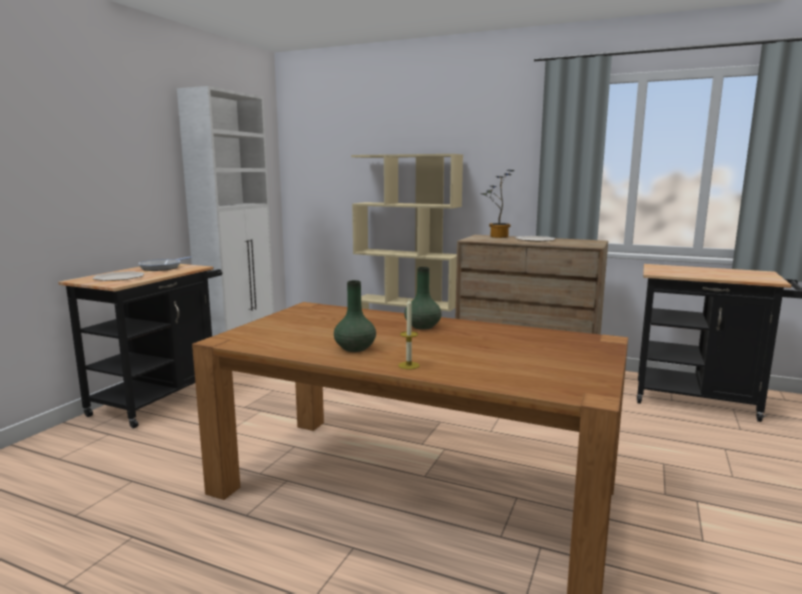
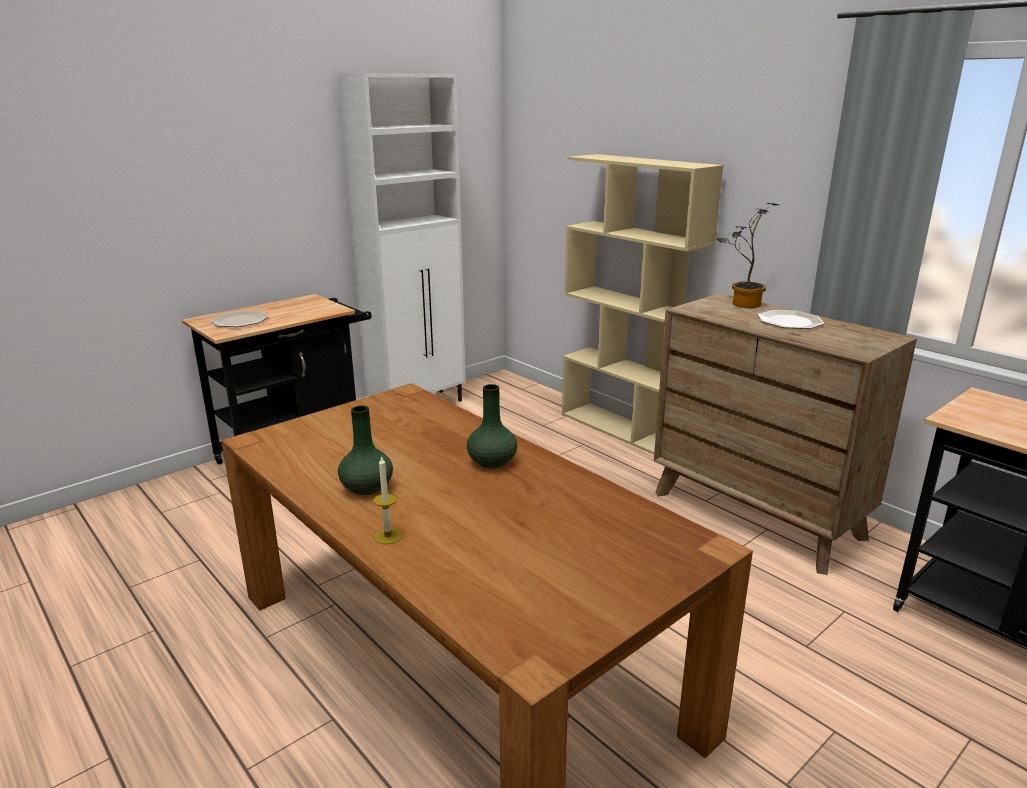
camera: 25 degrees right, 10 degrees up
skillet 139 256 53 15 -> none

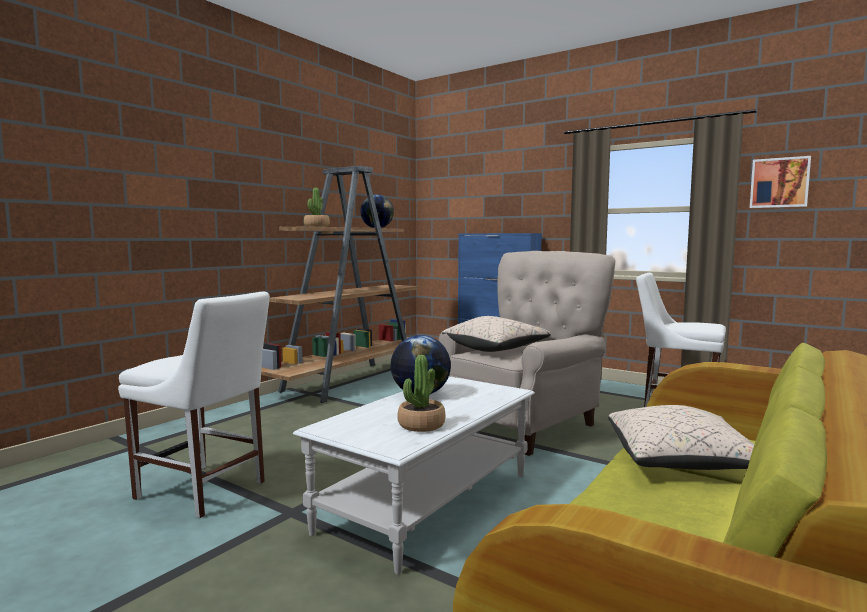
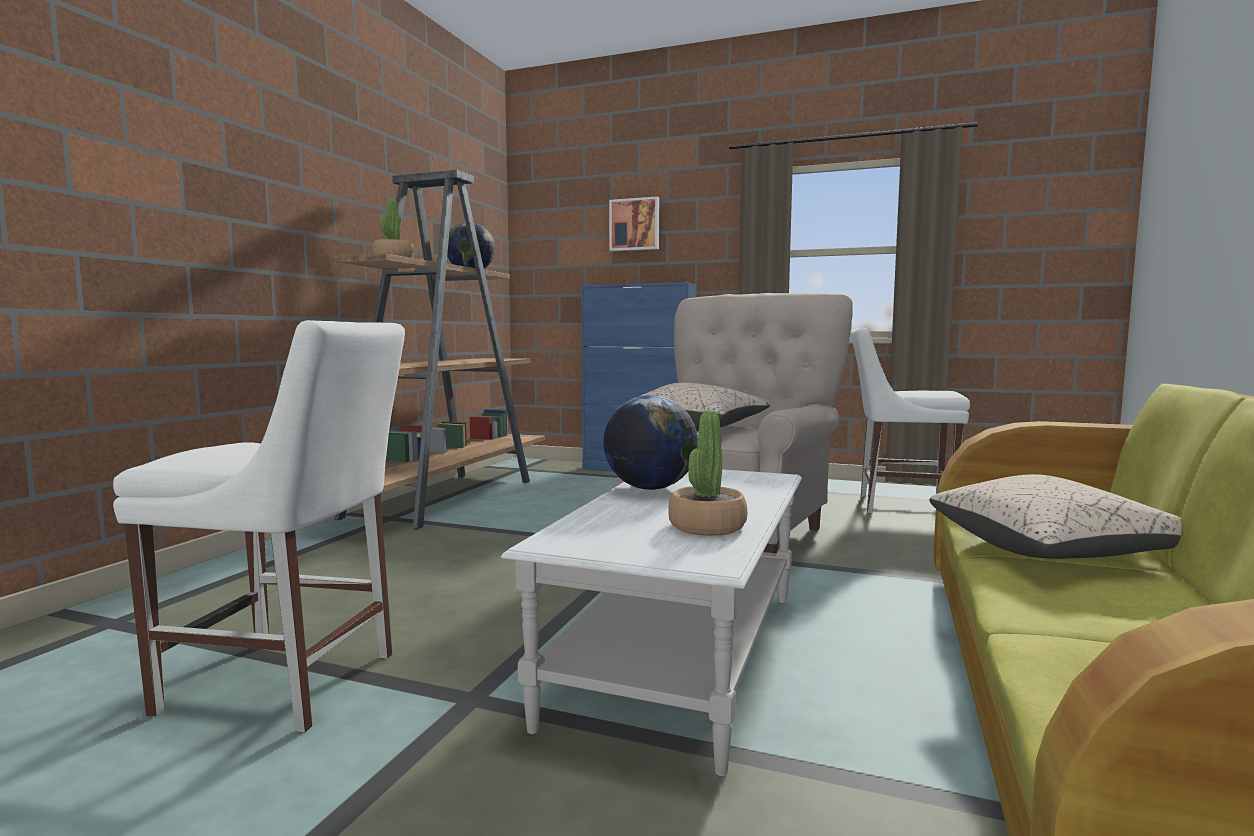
camera: 15 degrees left, 0 degrees up
wall_art 750 156 61 52 -> wall_art 609 196 50 55, shifted

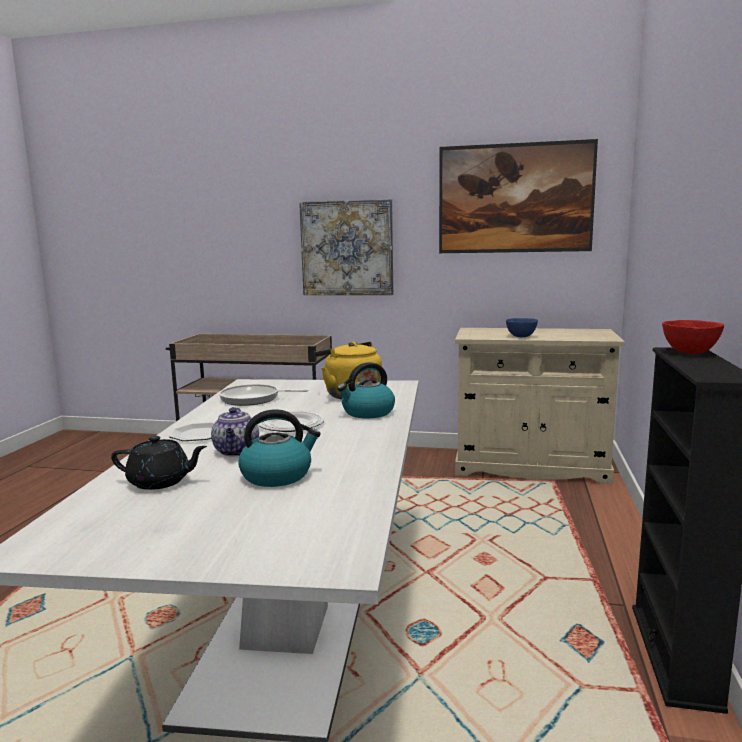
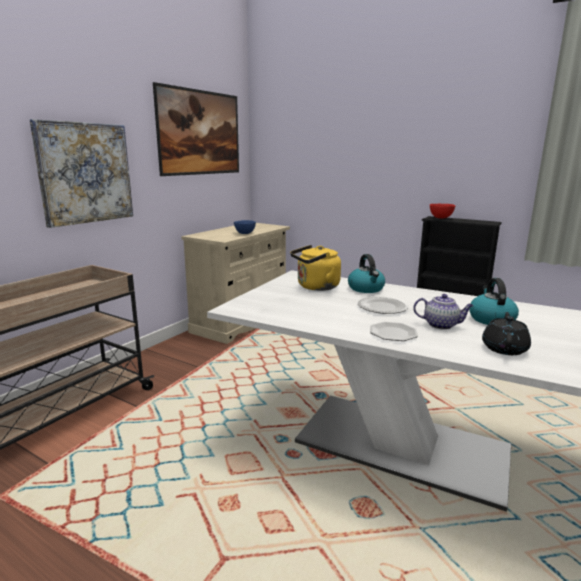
camera: 70 degrees left, 5 degrees up
skillet 219 384 89 22 -> none

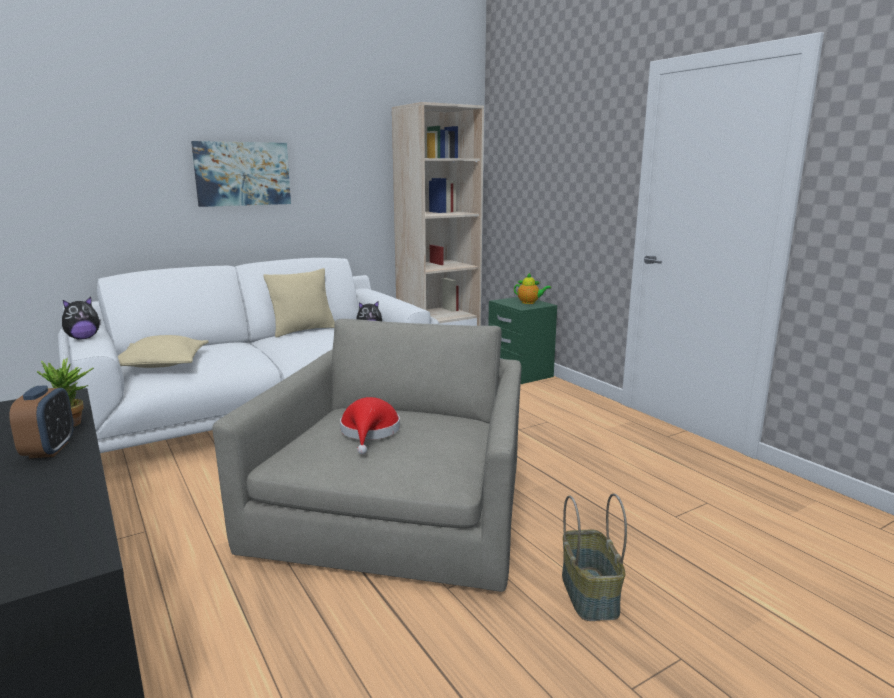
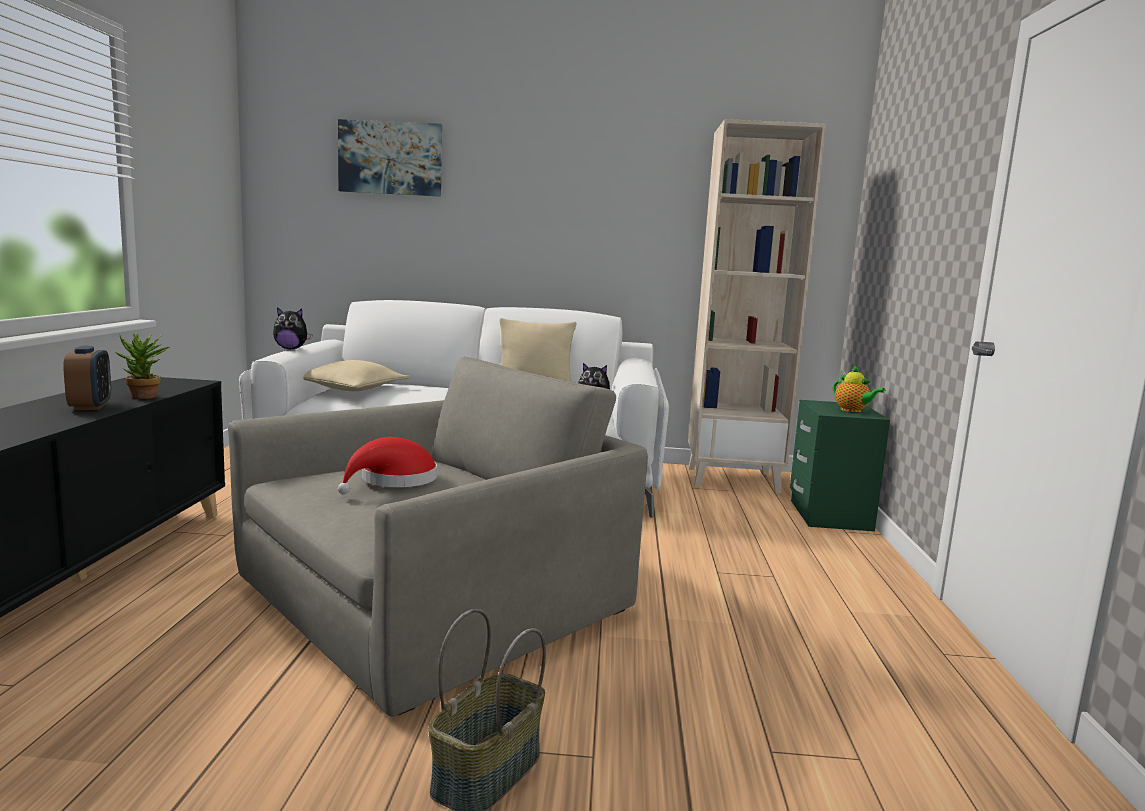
camera: 35 degrees right, 5 degrees down
alarm_clock 9 385 65 73 -> alarm_clock 63 346 48 64, 45 degrees counterclockwise
wall_art 191 141 100 66 -> wall_art 338 119 104 78, shifted

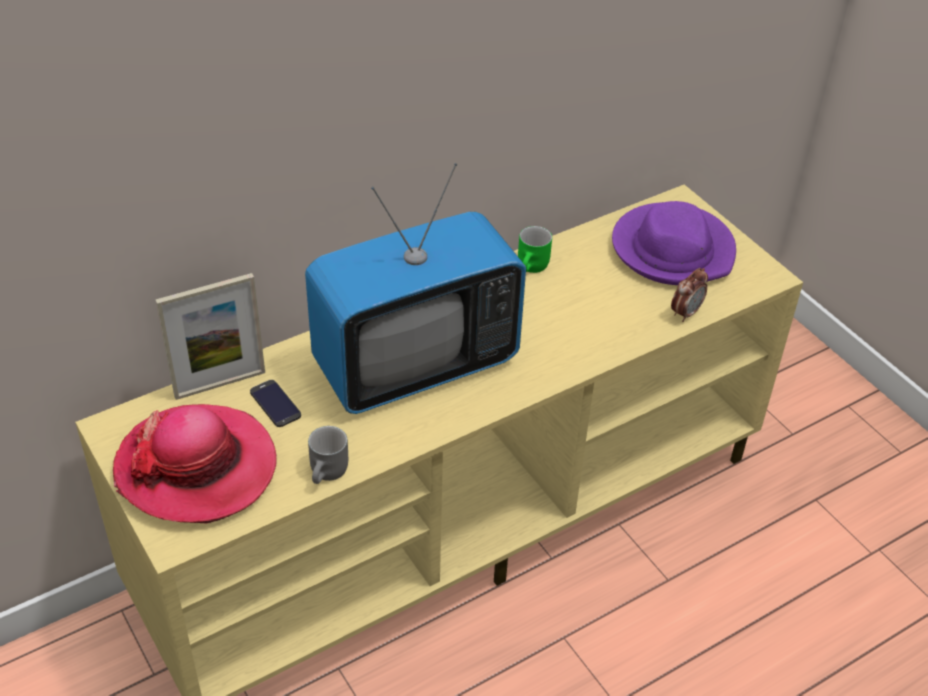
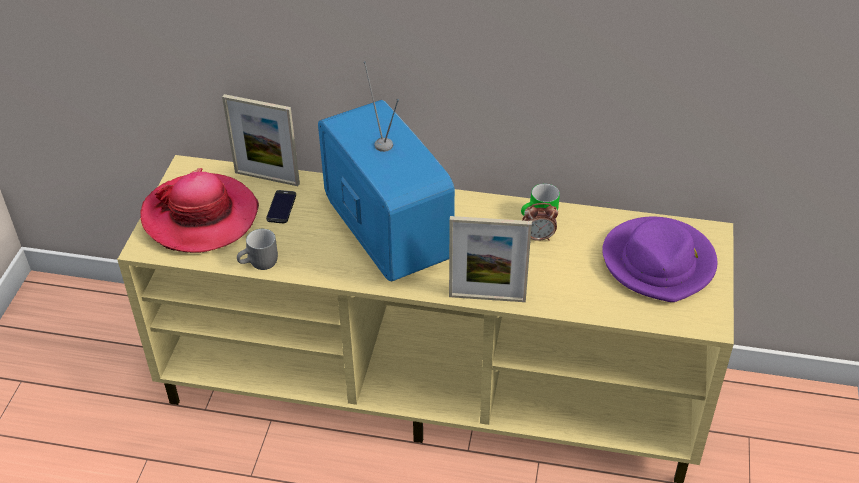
camera: 45 degrees right, 0 degrees up
TV 305 163 221 251 -> TV 318 62 137 219, 135 degrees counterclockwise
alarm_clock 671 268 37 54 -> alarm_clock 522 203 36 38, shifted
none -> picture_frame 449 216 83 86

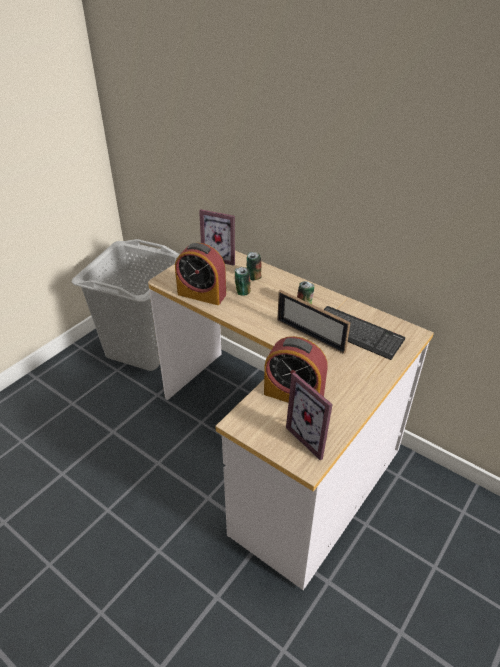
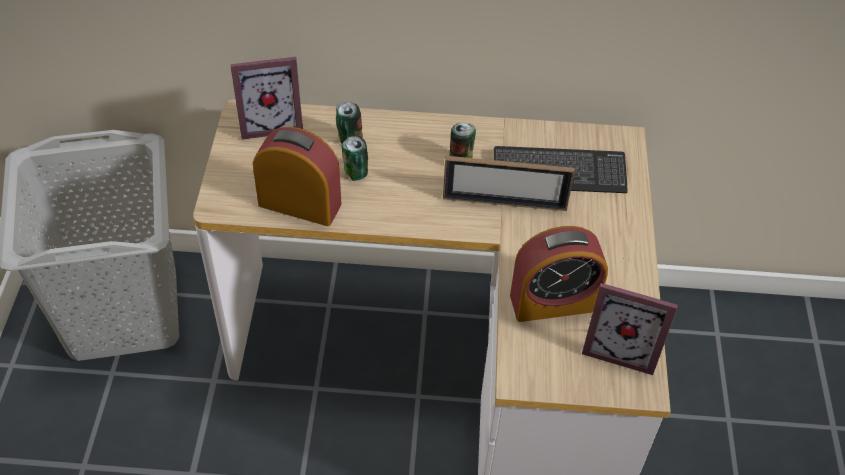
camera: 35 degrees left, 10 degrees up
alarm_clock 175 243 51 62 -> alarm_clock 253 127 88 99, 150 degrees counterclockwise

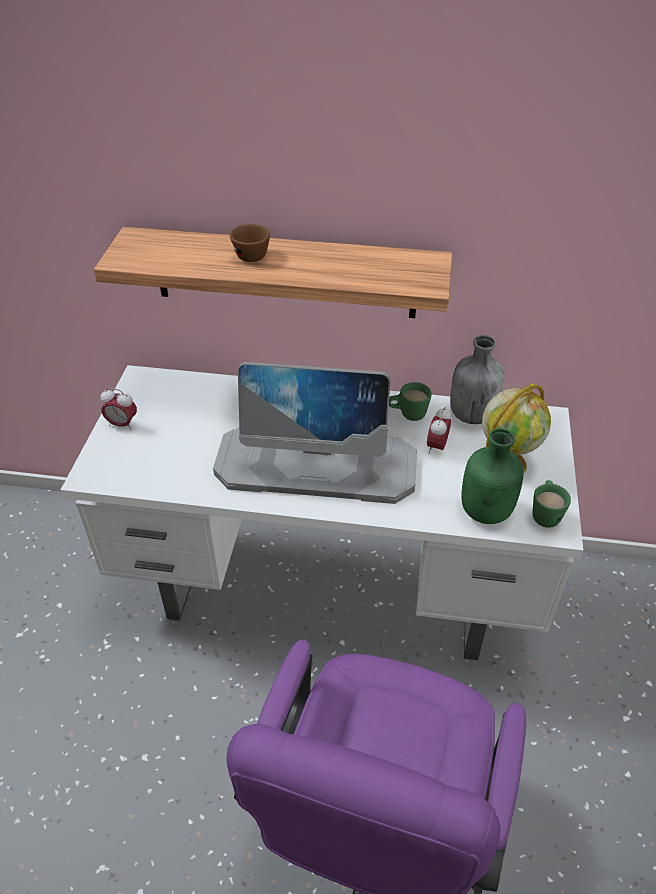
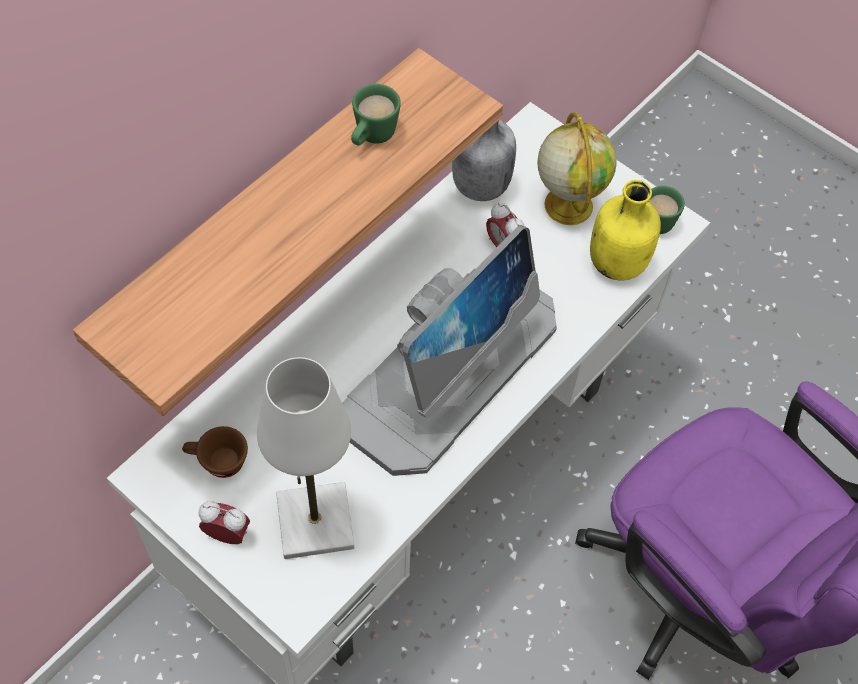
camera: 60 degrees left, 15 degrees up
alarm_clock 100 388 37 42 -> alarm_clock 199 501 51 43, 120 degrees counterclockwise
brownish_drinking_cup 230 224 40 38 -> brownish_drinking_cup 182 426 66 52, shifted
greenish_tea_mug 389 382 43 39 -> greenish_tea_mug 351 84 50 62, shifted
greenish_beverage_bottle 461 428 63 96 -> yellow_beverage_bottle 590 180 71 100
none -> white_lamp_for_a_table 257 357 97 202

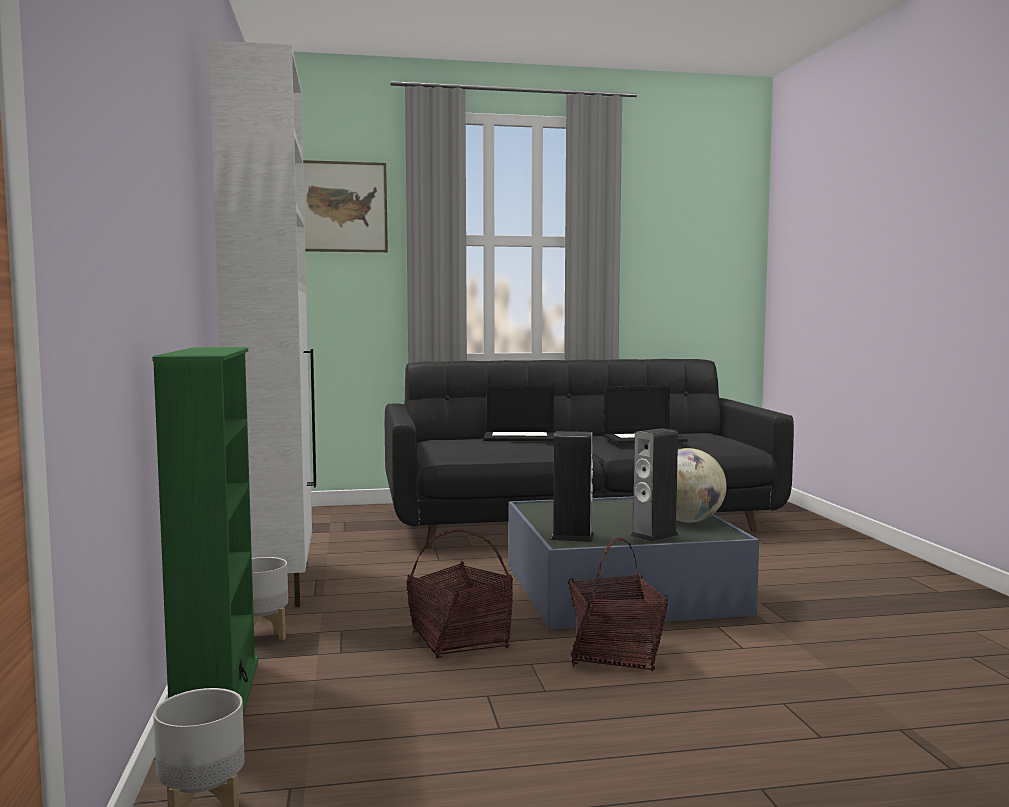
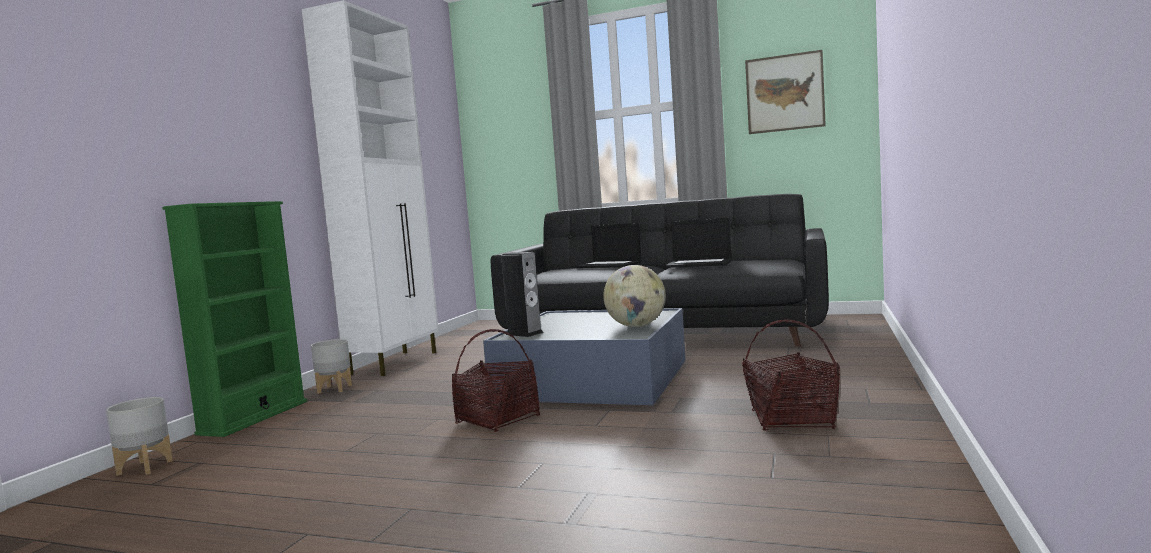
camera: 30 degrees right, 0 degrees up
wall_art 303 160 85 92 -> wall_art 745 50 81 84, shifted
household_basket 407 529 106 129 -> household_basket 742 319 98 112, shifted
loudspeaker 630 428 49 114 -> none

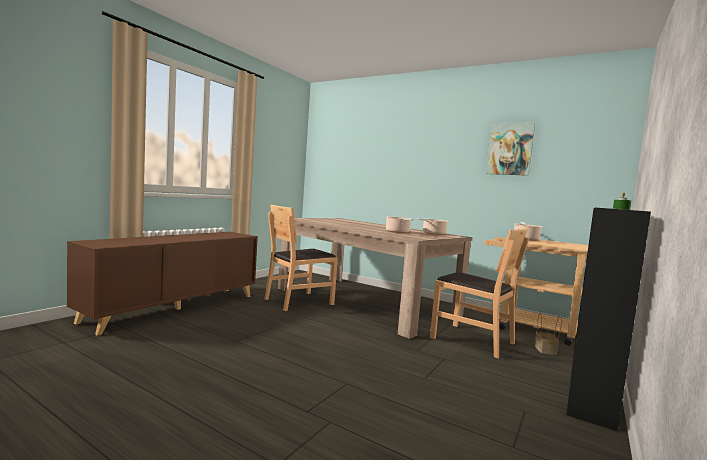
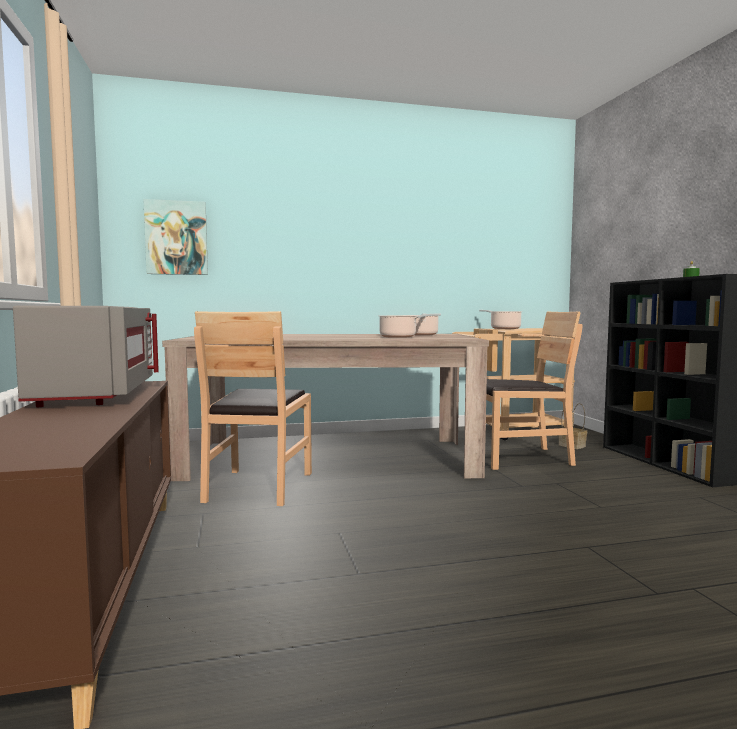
camera: 45 degrees left, 0 degrees up
wall_art 486 122 49 54 -> wall_art 143 199 65 76, shifted
none -> greyish_kitchen_microwave 13 306 146 101

